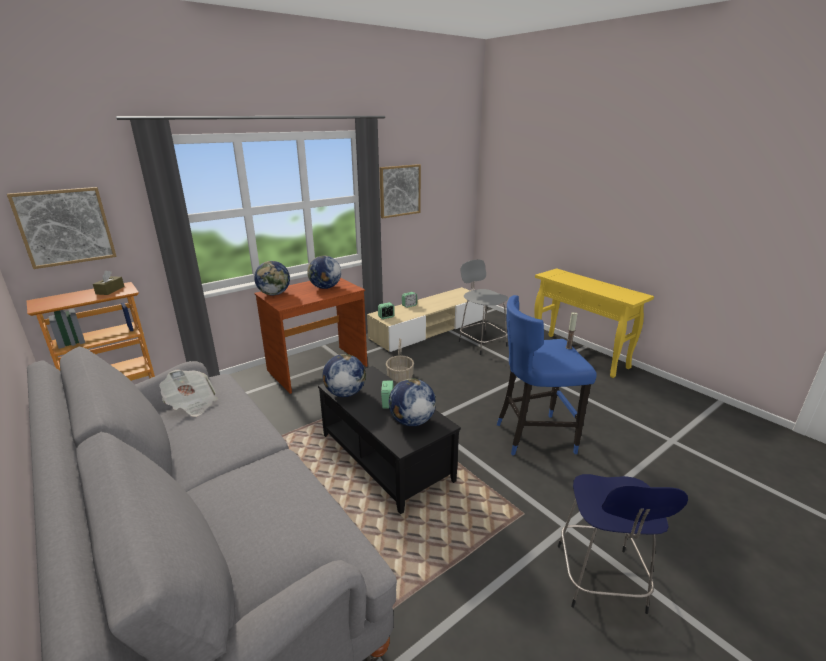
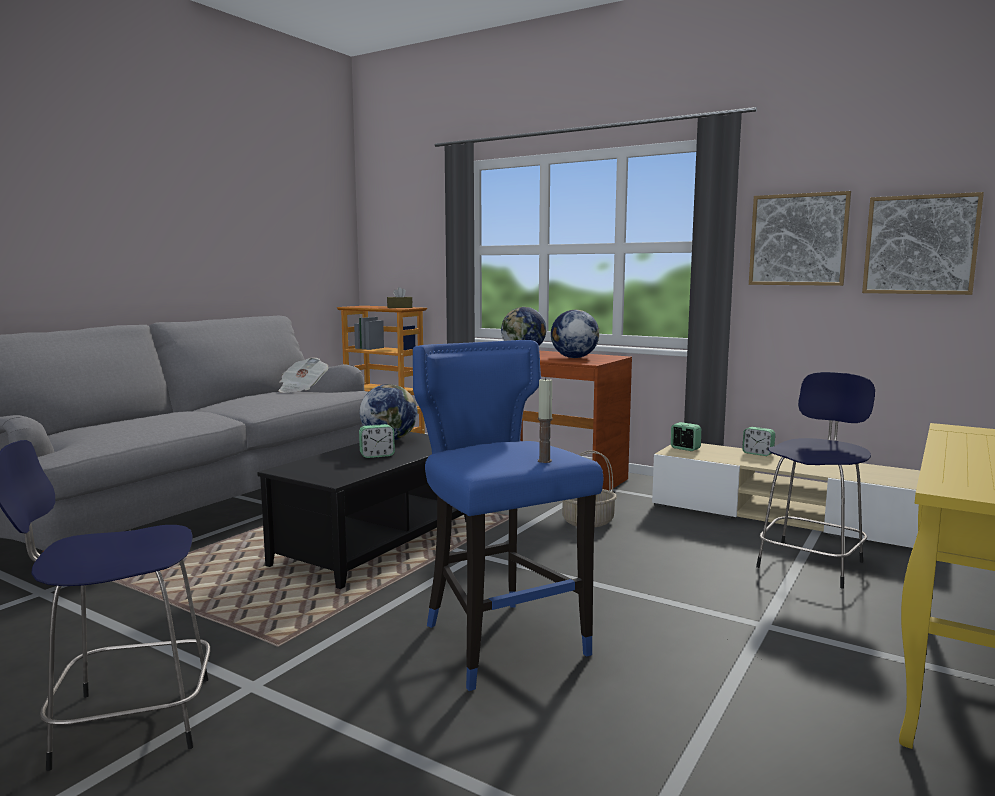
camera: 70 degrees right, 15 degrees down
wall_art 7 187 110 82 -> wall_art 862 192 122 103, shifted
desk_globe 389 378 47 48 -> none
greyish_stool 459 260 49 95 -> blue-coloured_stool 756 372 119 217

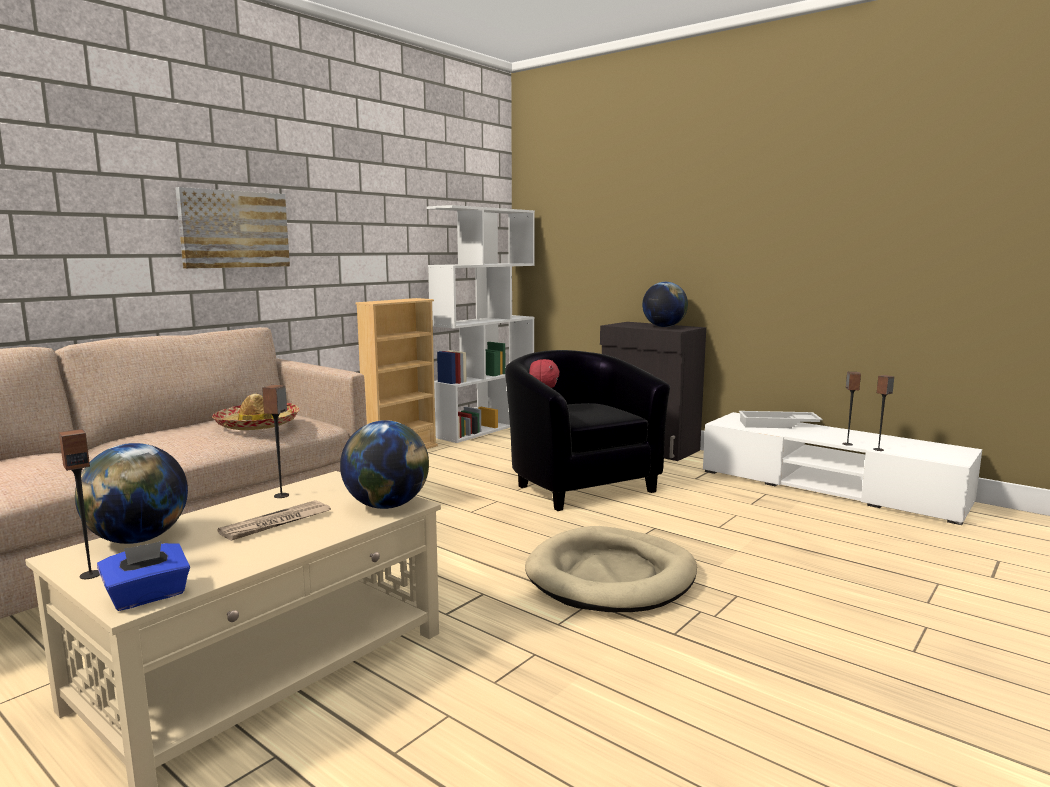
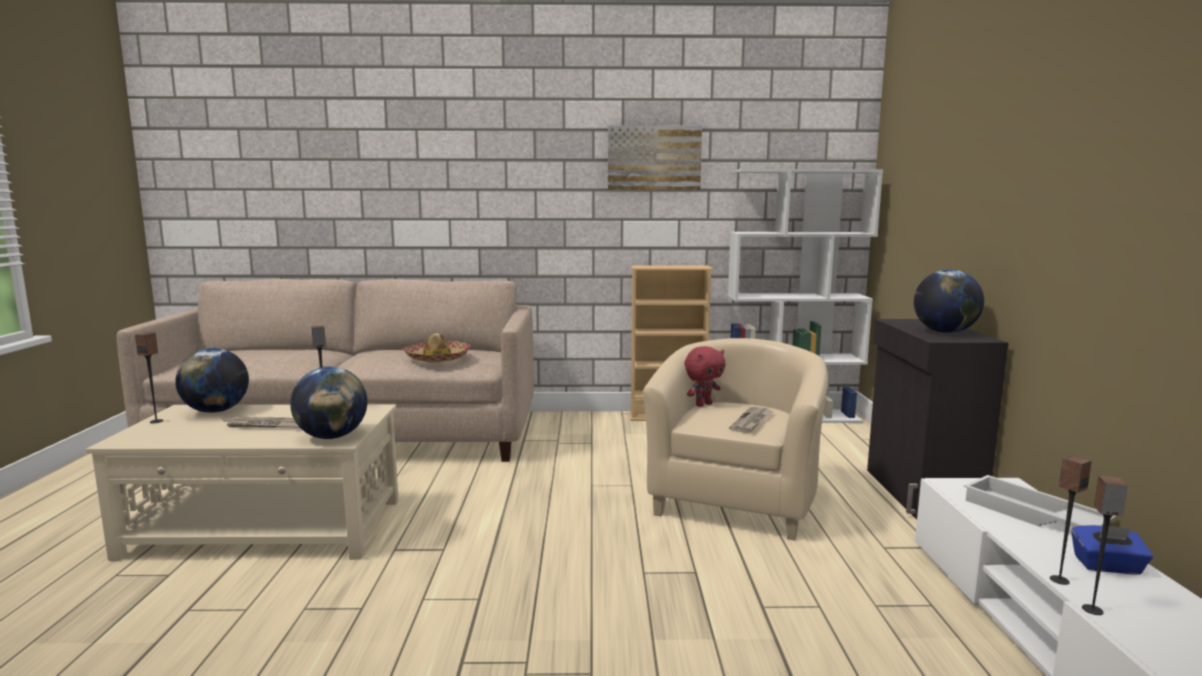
camera: 50 degrees right, 0 degrees up
blue-coloured_tissue_holder 97 541 93 70 -> blue-coloured_tissue_holder 1071 525 82 50, shifted
wall_art 175 187 115 82 -> wall_art 608 125 94 65, shifted
black_armchair 505 350 165 161 -> beige-coloured_armchair 643 338 185 203
beige-coloured_pet_bed 525 526 172 86 -> none
none -> daily_paper 729 407 45 26

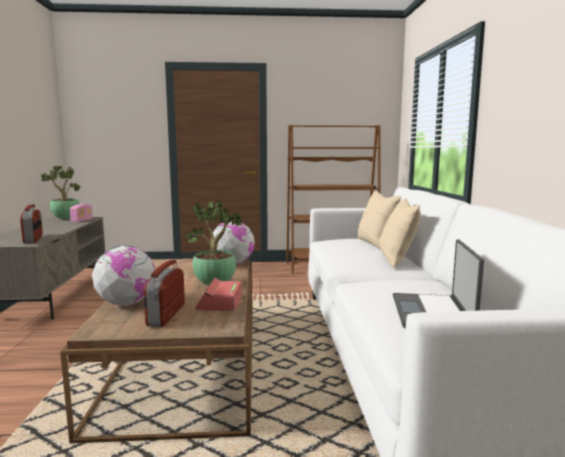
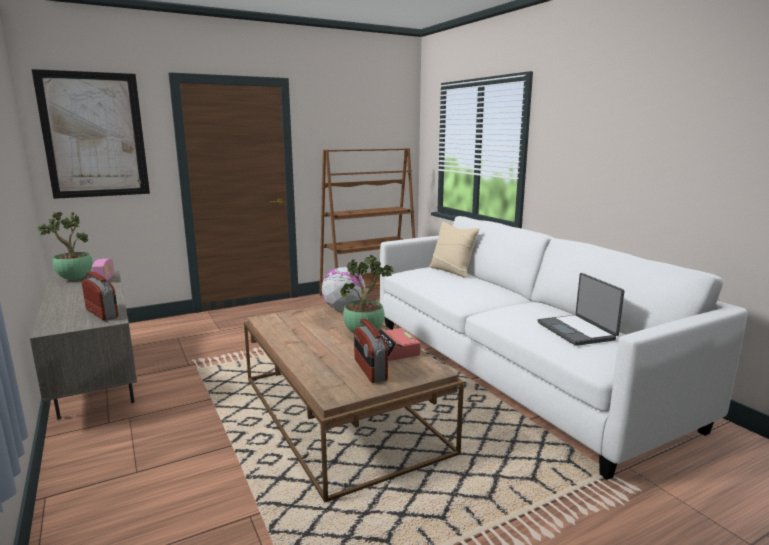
camera: 25 degrees left, 5 degrees up
desk_globe 92 246 63 60 -> none
beige-coloured_throw_pillow 380 198 41 70 -> none
none -> wall_art 32 69 118 130

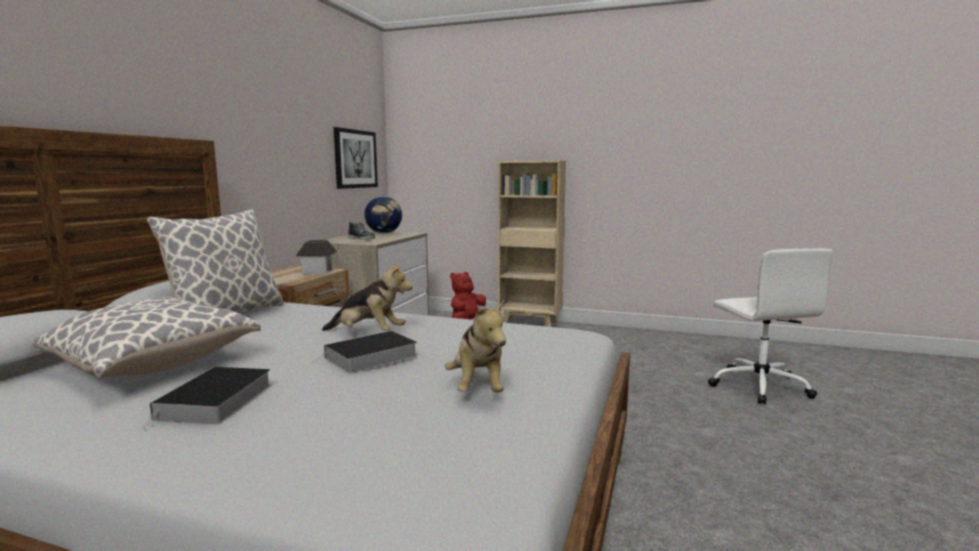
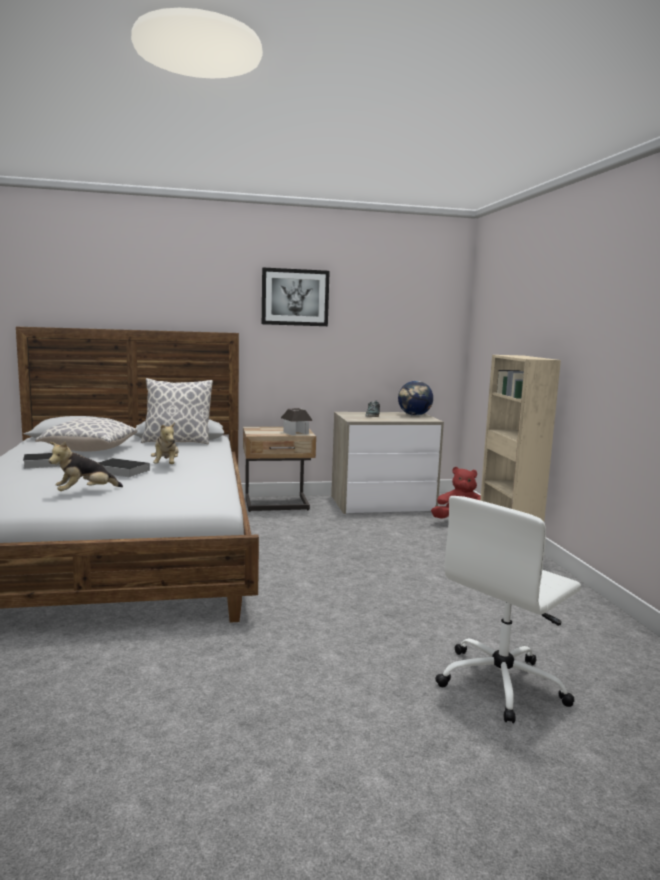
camera: 60 degrees right, 0 degrees up
wall_art 334 127 44 62 -> wall_art 262 267 68 59, shifted

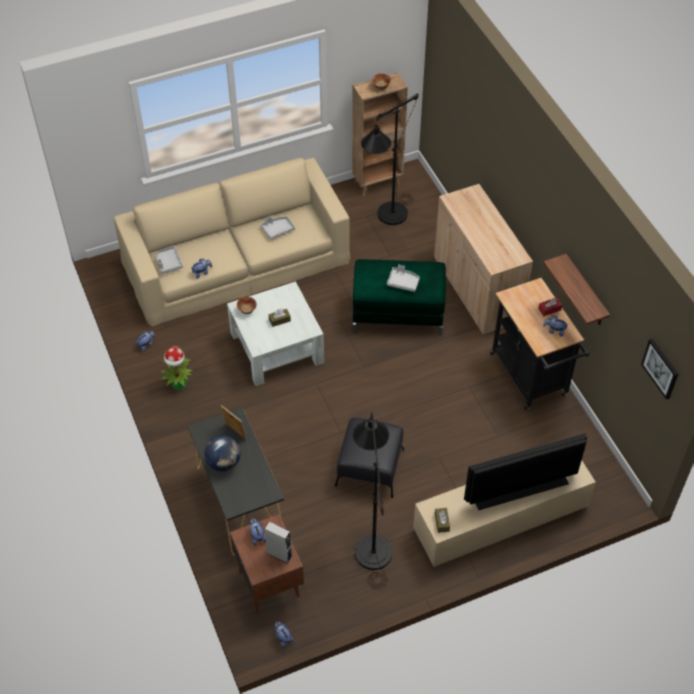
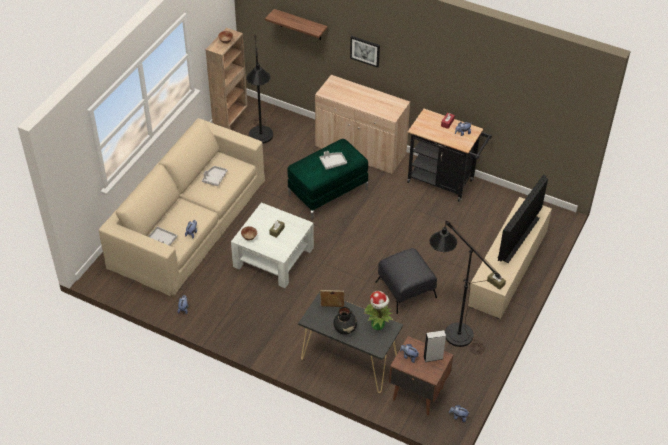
camera: 40 degrees left, 5 degrees down
plant_in_a_pot 161 346 32 44 -> plant_in_a_pot 364 291 29 39, shifted
desk_globe 204 435 37 36 -> black_vase 333 307 24 28
wall_shelf 543 254 67 71 -> wall_shelf 265 9 62 31, shifted
wall_art 641 339 37 61 -> wall_art 350 36 30 32, shifted

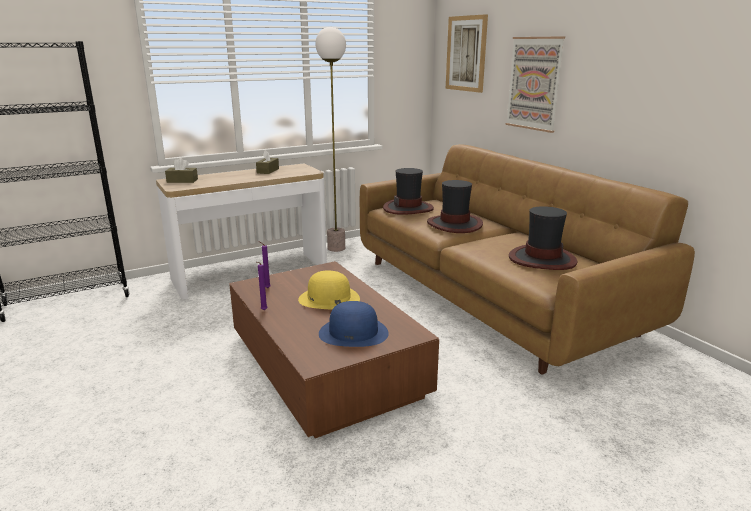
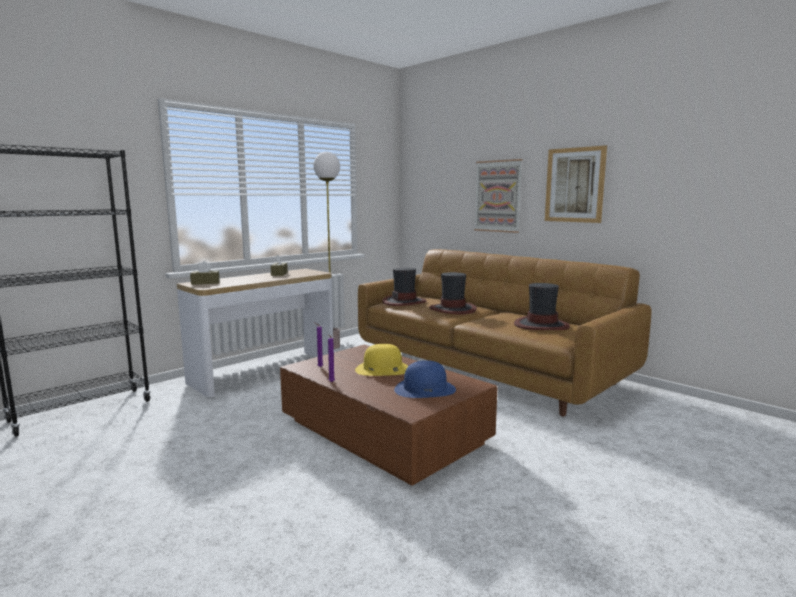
camera: 15 degrees left, 10 degrees down
wall_art 446 14 42 79 -> wall_art 545 145 62 78, shifted

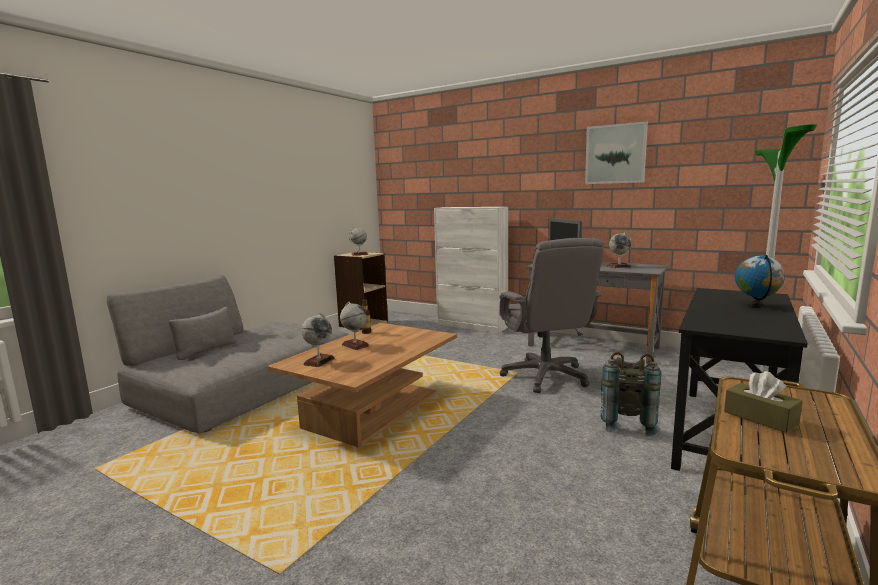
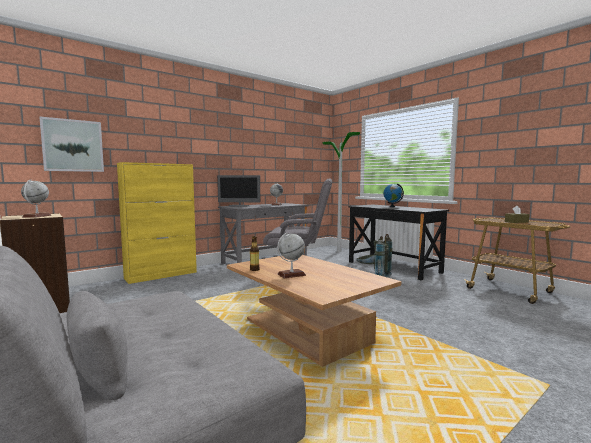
camera: 70 degrees left, 5 degrees down
desk_globe 301 313 34 54 -> none
white_cabinet 434 207 74 126 -> yellow_cabinet 117 162 80 122
wall_art 585 121 63 63 -> wall_art 39 117 65 55, shifted

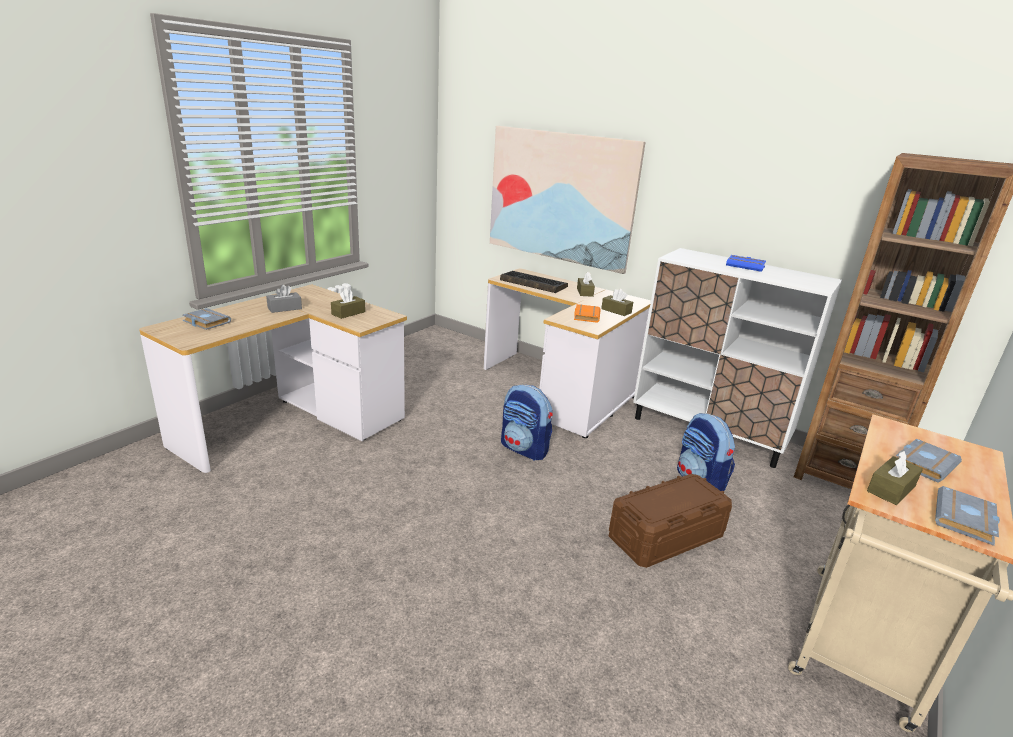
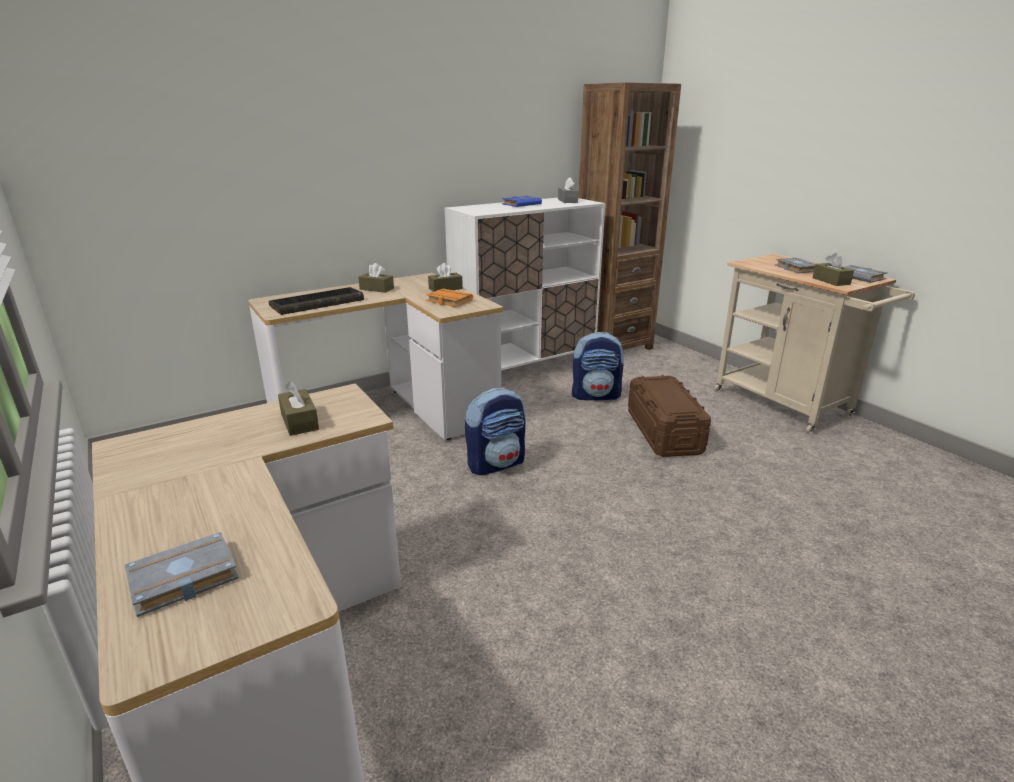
camera: 65 degrees left, 0 degrees up
greyish_tissue_holder 266 284 36 29 -> greyish_tissue_holder 558 177 21 26, shifted
wall_art 490 126 156 148 -> none

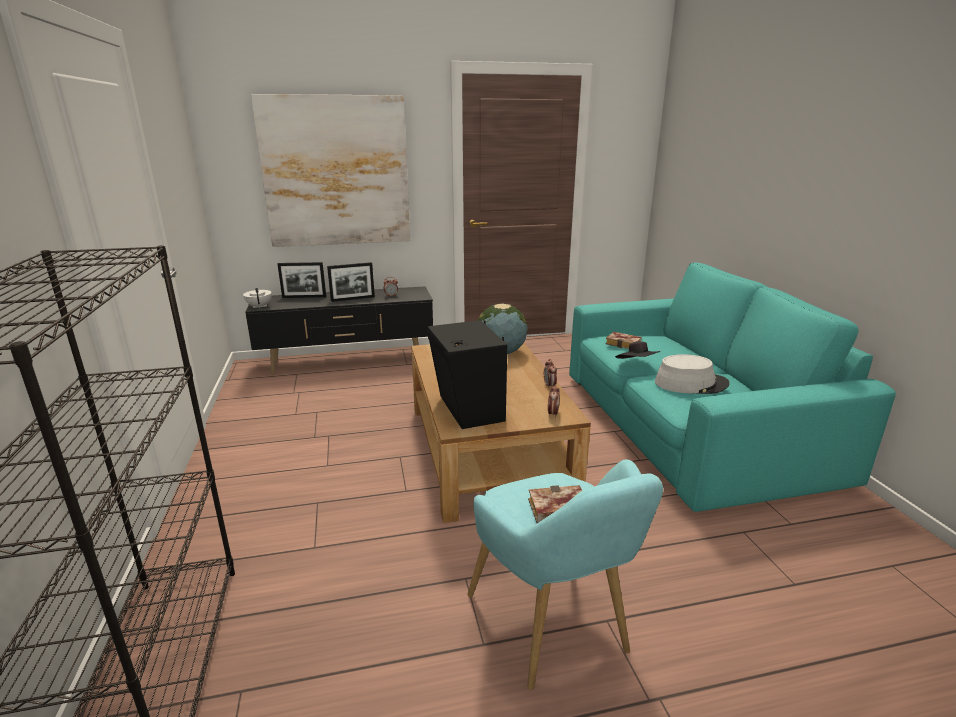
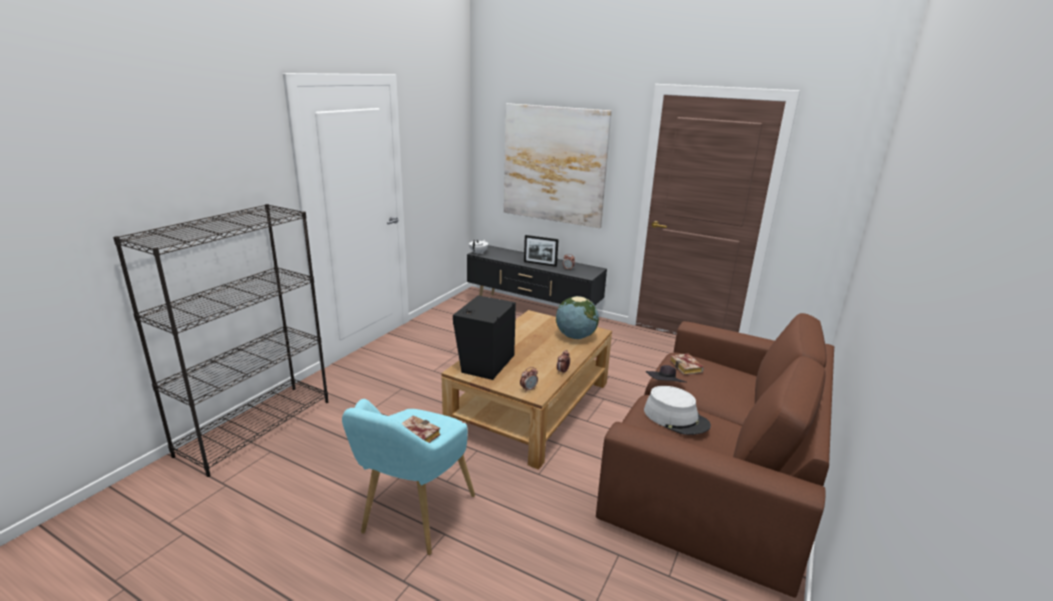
camera: 40 degrees right, 0 degrees up
picture_frame 278 262 48 36 -> none
turquoise_settee 569 262 327 250 -> brownish_settee 596 313 238 285

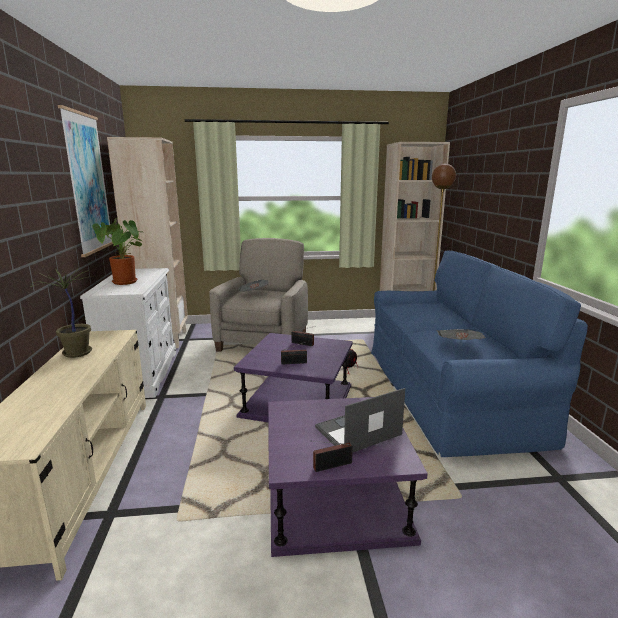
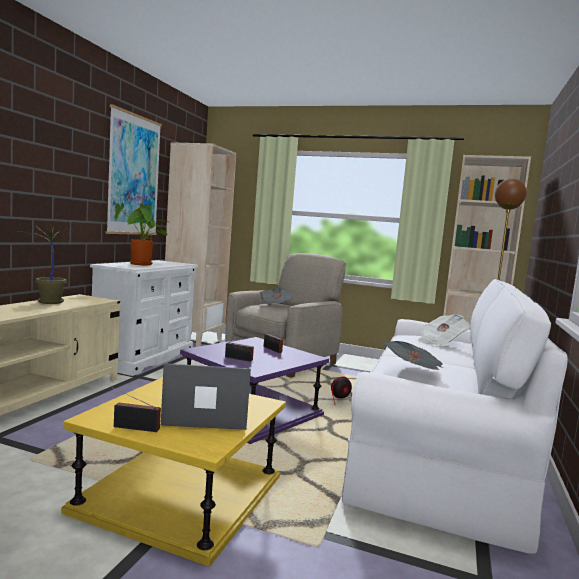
camera: 25 degrees right, 10 degrees down
purplish_side_table 268 397 160 160 -> yellow_side_table 61 377 225 190
blue-coloured_settee 371 251 217 206 -> white_settee 342 279 226 275
none -> daily_paper 418 314 52 31

